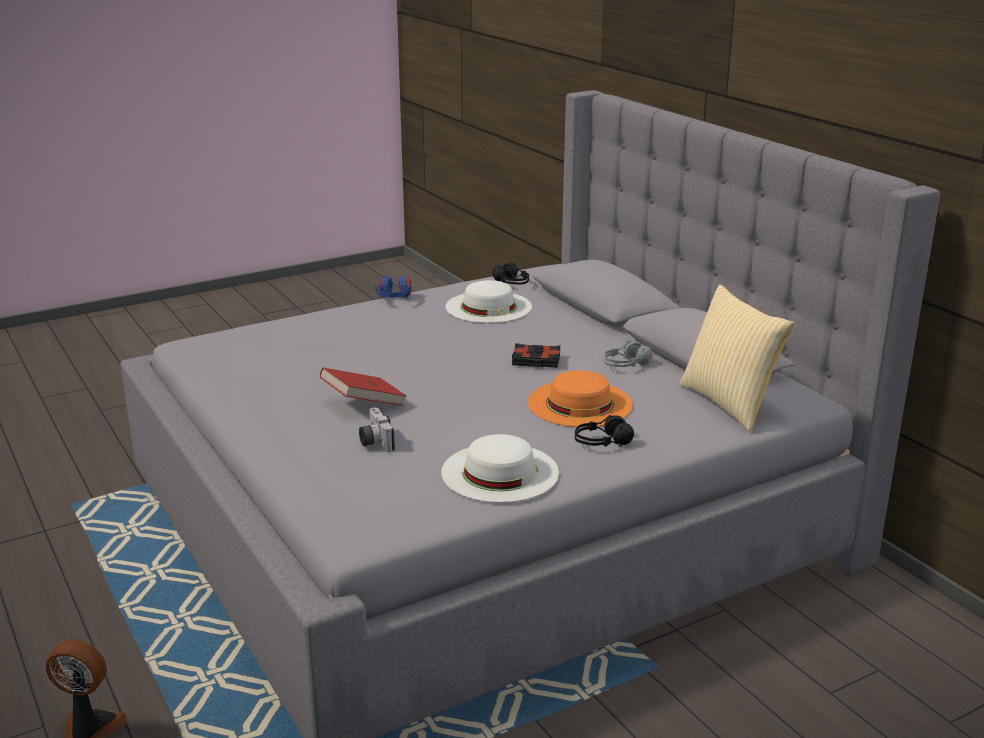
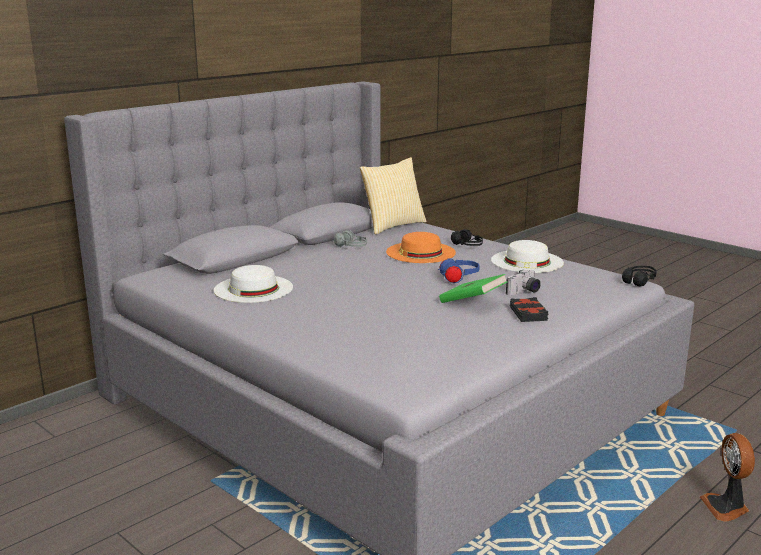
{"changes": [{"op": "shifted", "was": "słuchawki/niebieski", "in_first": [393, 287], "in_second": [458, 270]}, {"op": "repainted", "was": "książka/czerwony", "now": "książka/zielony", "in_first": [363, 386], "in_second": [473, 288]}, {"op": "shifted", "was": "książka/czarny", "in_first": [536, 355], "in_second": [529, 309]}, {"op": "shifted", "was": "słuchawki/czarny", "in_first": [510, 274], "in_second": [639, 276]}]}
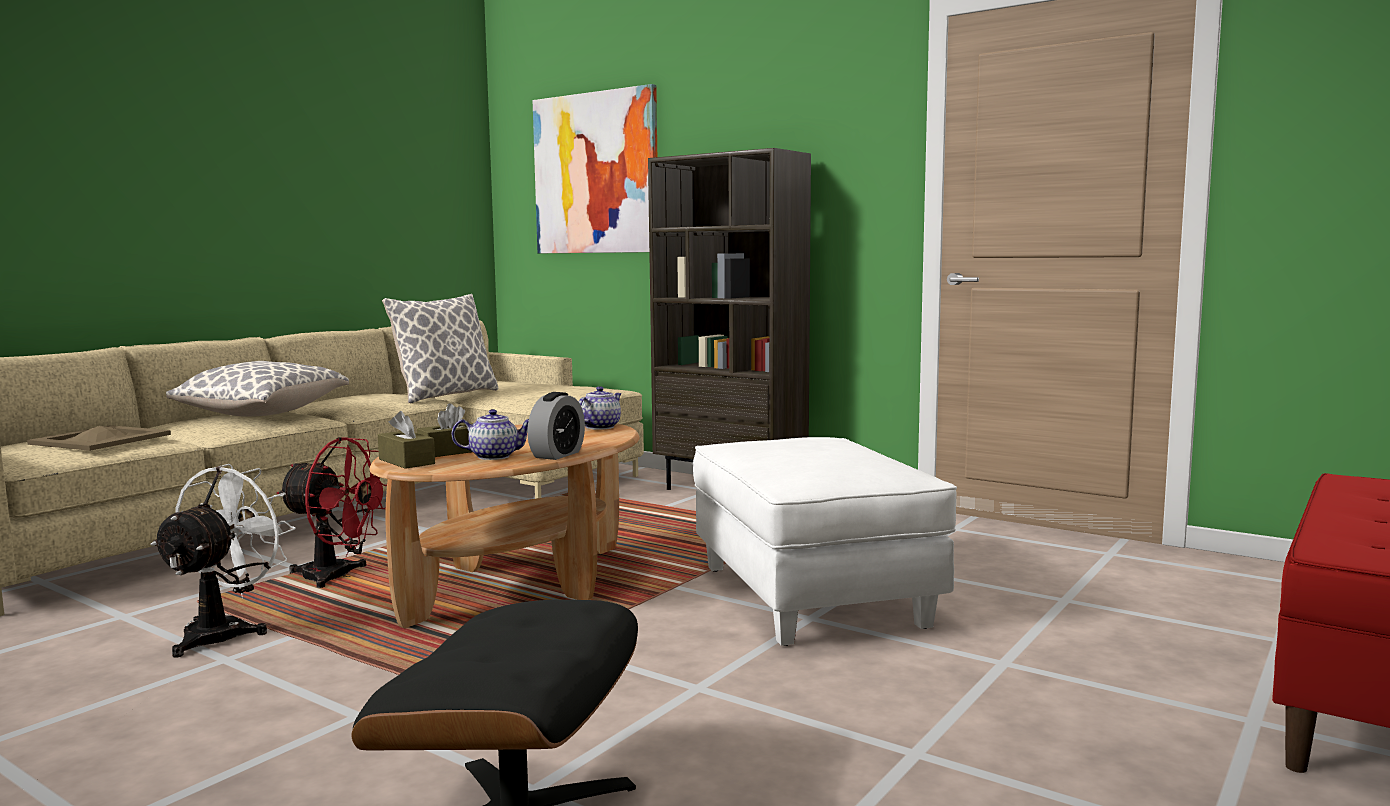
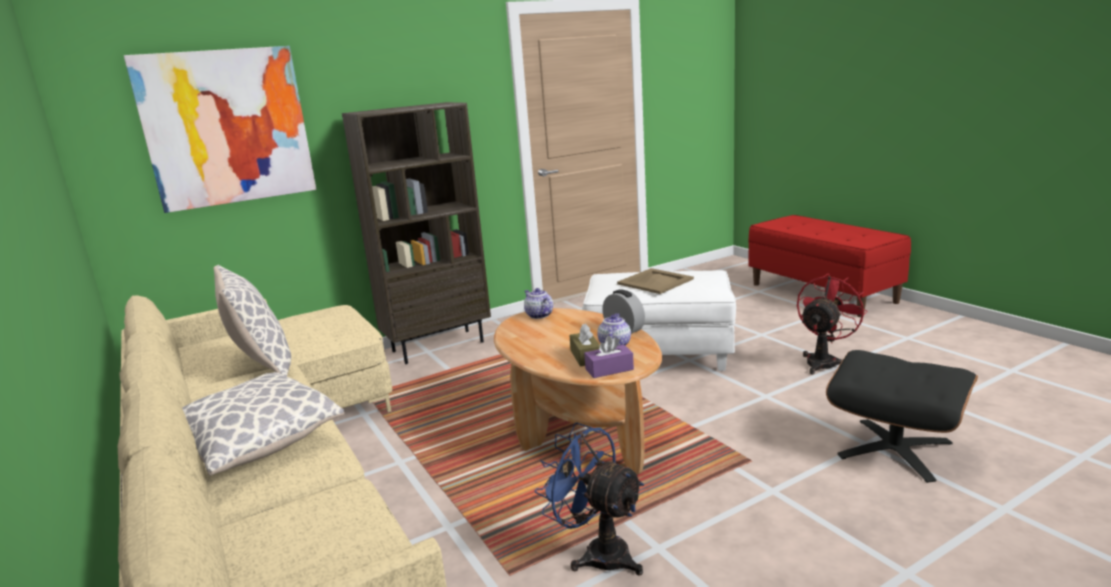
{"changes": [{"op": "repainted", "was": "wentylator/biały", "now": "wentylator/niebieski", "in_first": [223, 561], "in_second": [589, 499]}, {"op": "repainted", "was": "pudełko chusteczek/brązowy", "now": "pudełko chusteczek/fioletowy", "in_first": [406, 440], "in_second": [609, 357]}, {"op": "shifted", "was": "taca/beżowy", "in_first": [99, 438], "in_second": [655, 281]}, {"op": "shifted", "was": "wentylator/czerwony", "in_first": [332, 512], "in_second": [832, 324]}]}
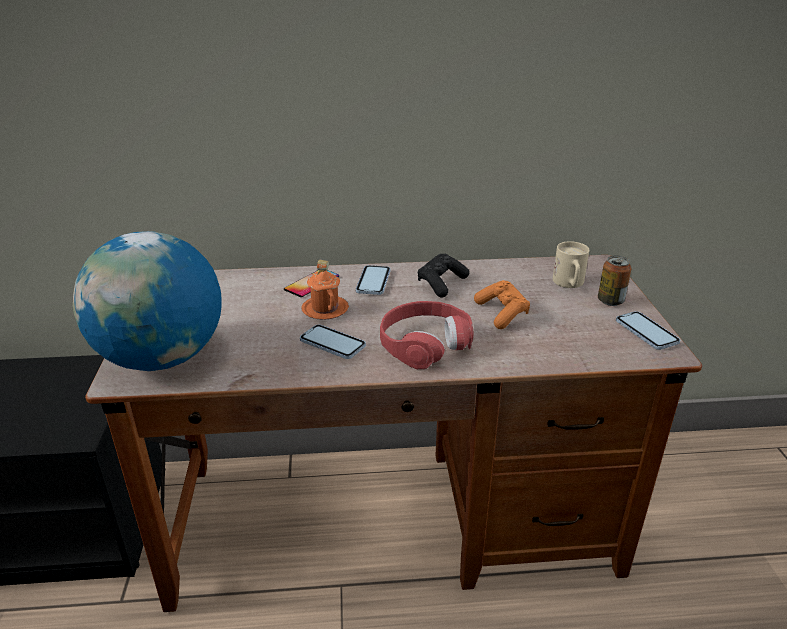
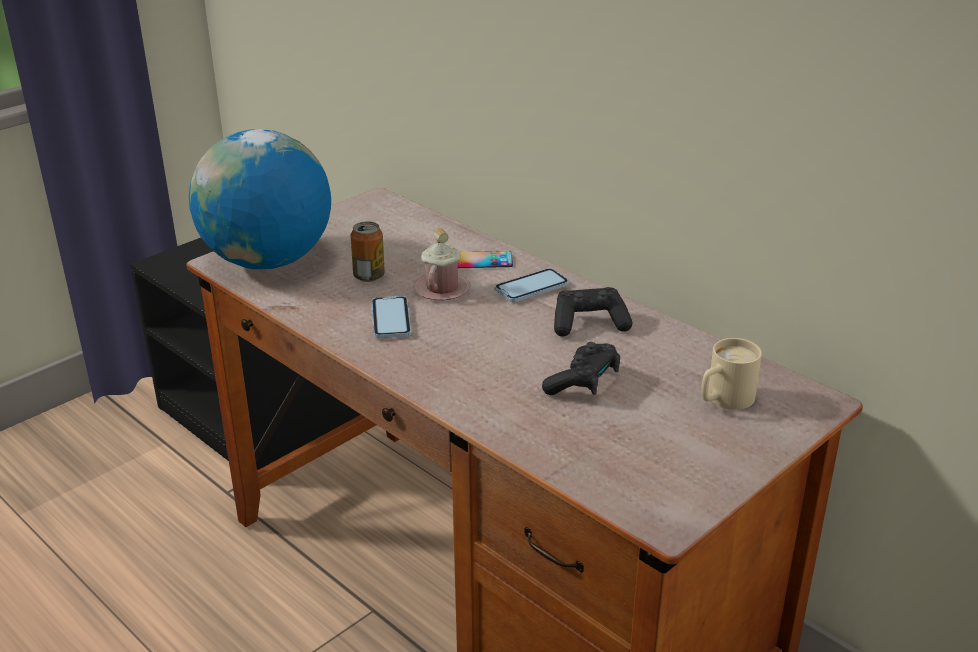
{"changes": [{"op": "shifted", "was": "puszka", "in_first": [615, 280], "in_second": [368, 251]}, {"op": "repainted", "was": "kubek/pomarańczowy", "now": "kubek/różowy", "in_first": [325, 290], "in_second": [442, 264]}, {"op": "repainted", "was": "pad do gier/pomarańczowy", "now": "pad do gier/czarny", "in_first": [502, 304], "in_second": [581, 368]}, {"op": "gone", "was": "słuchawki/czerwony", "in_first": [427, 335]}, {"op": "gone", "was": "telefon", "in_first": [648, 330]}]}
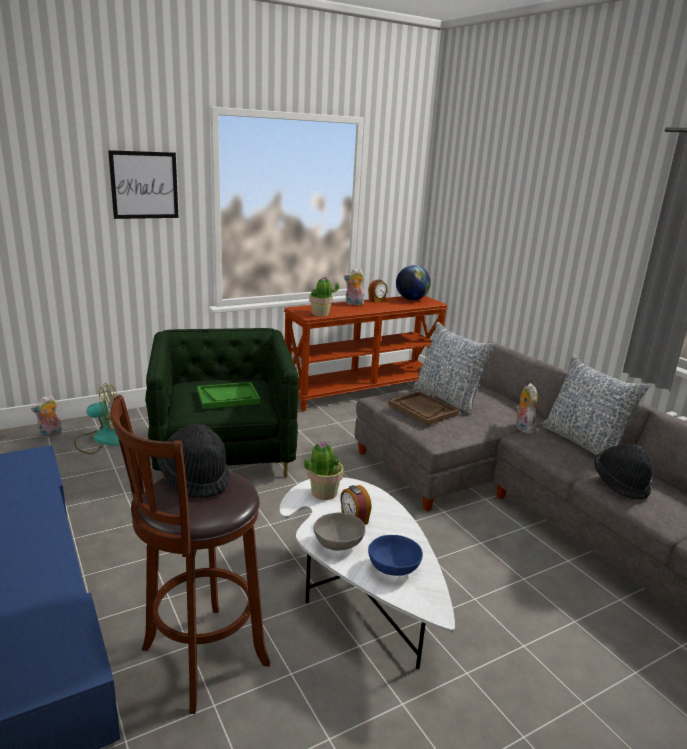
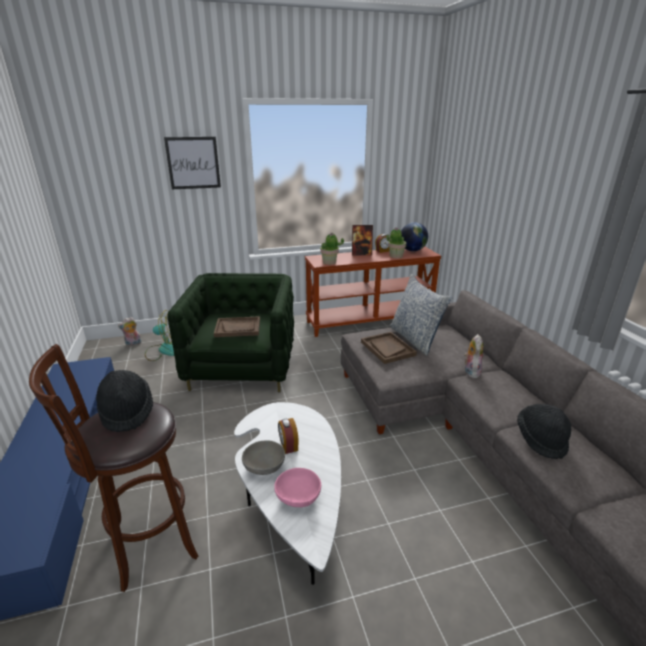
{"changes": [{"op": "repainted", "was": "taca/zielony", "now": "taca/brązowy", "in_first": [228, 395], "in_second": [237, 326]}, {"op": "repainted", "was": "miska/niebieski", "now": "miska/różowy", "in_first": [395, 555], "in_second": [297, 487]}, {"op": "swapped", "was": "pluszak", "now": "ramka na zdjęcie", "in_first": [354, 287], "in_second": [362, 240]}, {"op": "shifted", "was": "roślina doniczkowa", "in_first": [324, 470], "in_second": [396, 243]}, {"op": "gone", "was": "poduszka", "in_first": [595, 405]}]}
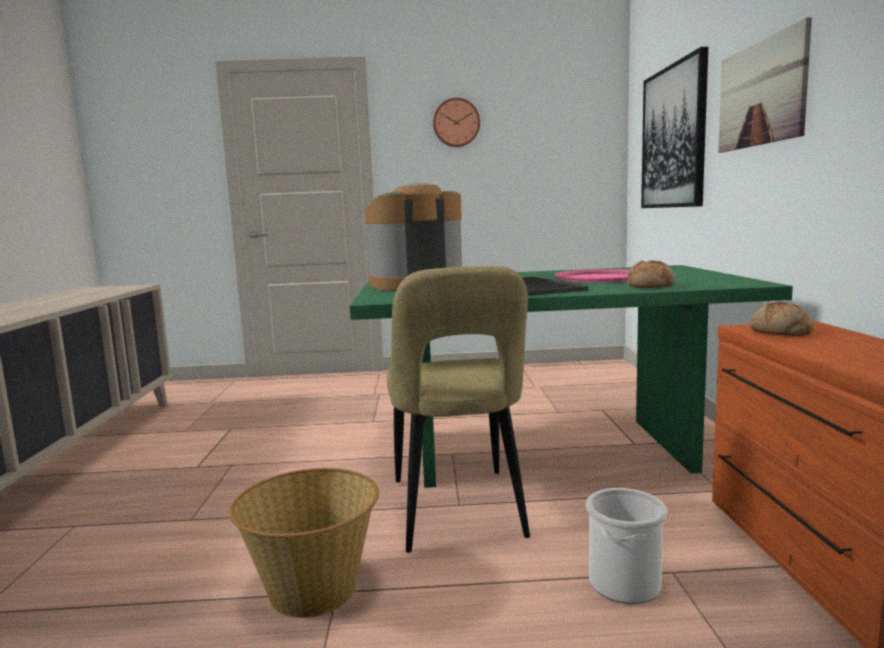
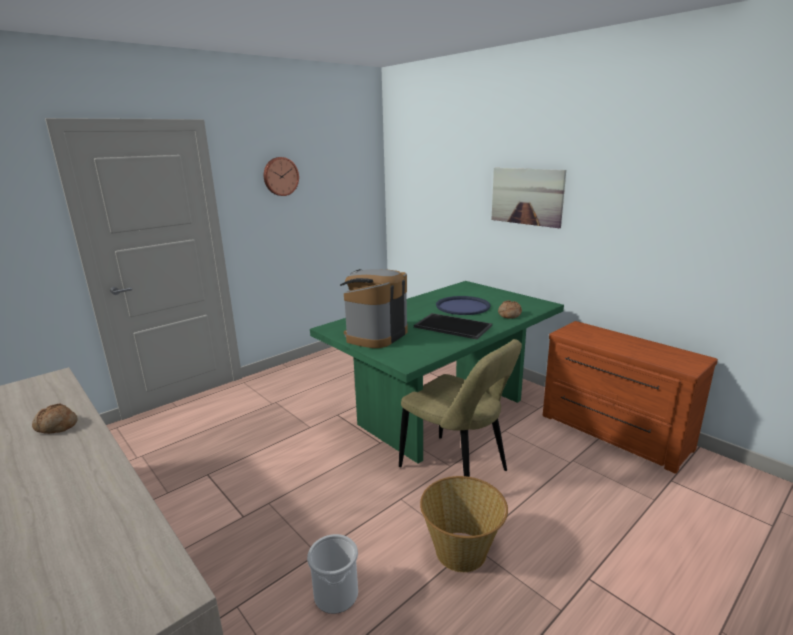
{"changes": [{"op": "shifted", "was": "chleb", "in_first": [781, 318], "in_second": [55, 419]}, {"op": "shifted", "was": "wiadro", "in_first": [626, 546], "in_second": [332, 574]}, {"op": "repainted", "was": "taca/różowy", "now": "taca/niebieski", "in_first": [592, 276], "in_second": [463, 305]}, {"op": "gone", "was": "obraz", "in_first": [674, 127]}]}
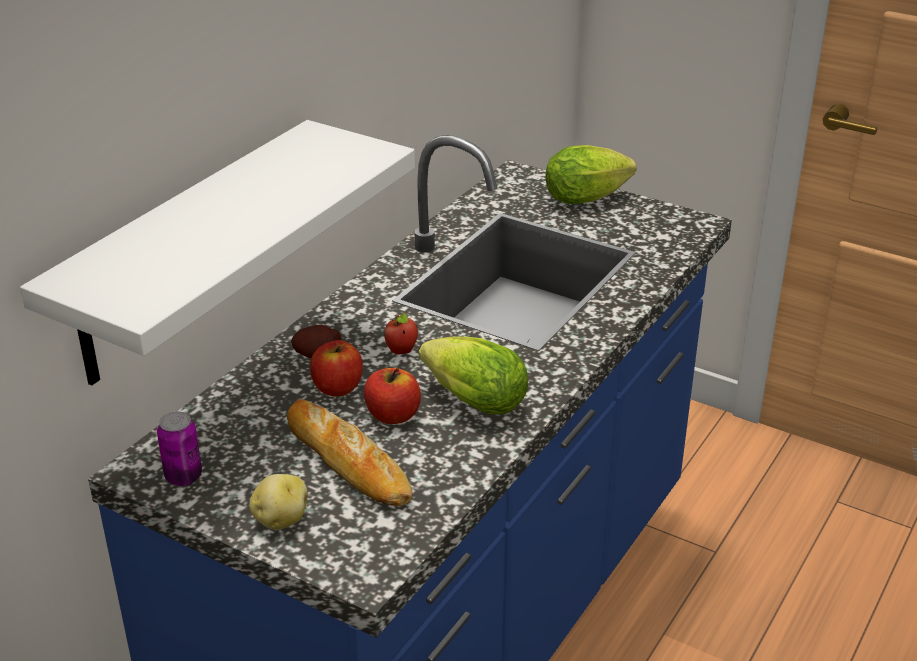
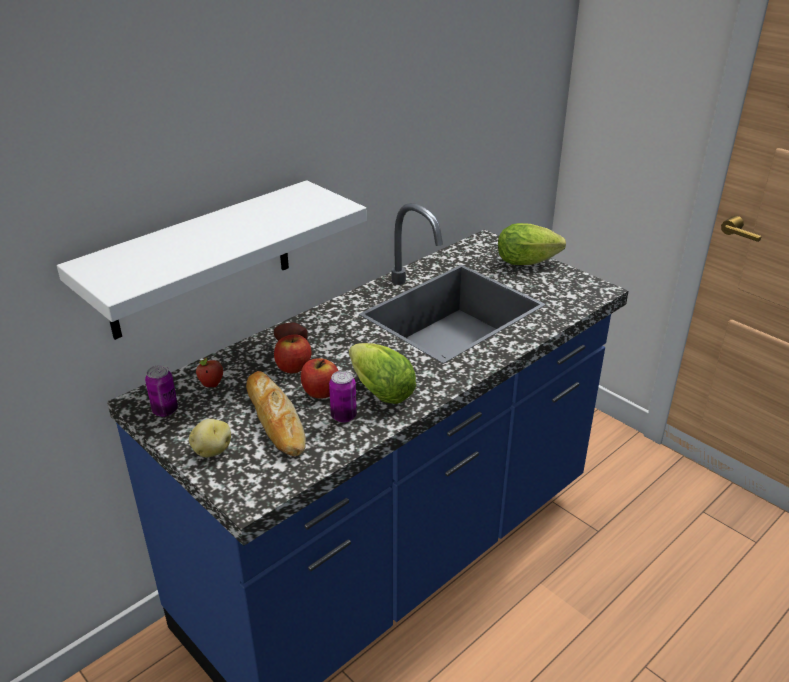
{"changes": [{"op": "shifted", "was": "jabłko", "in_first": [401, 333], "in_second": [209, 372]}, {"op": "new", "now": "puszka", "in_second": [343, 396]}]}
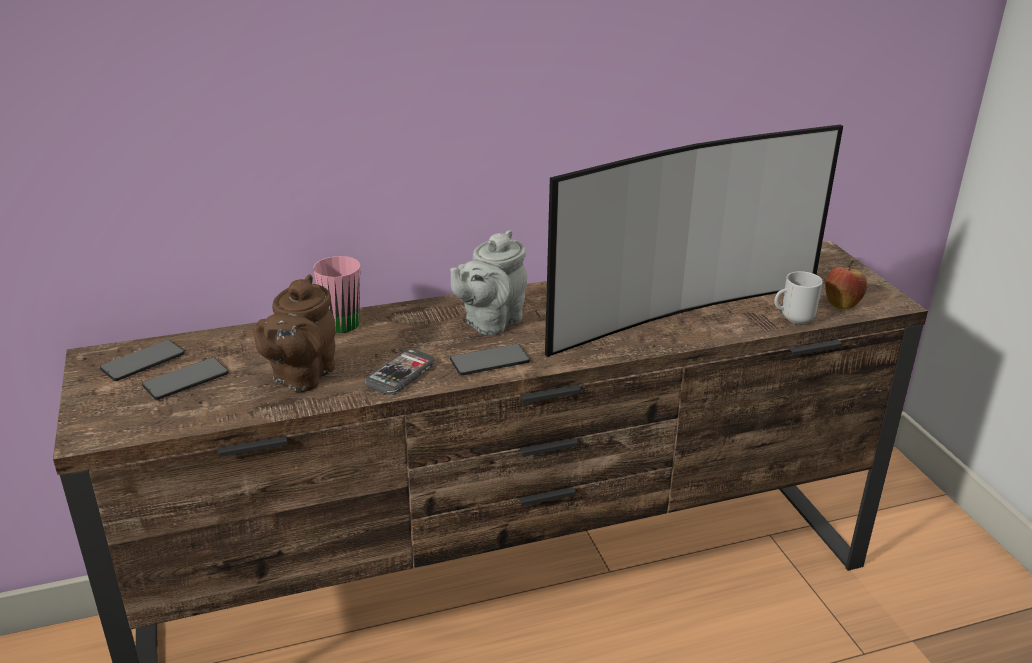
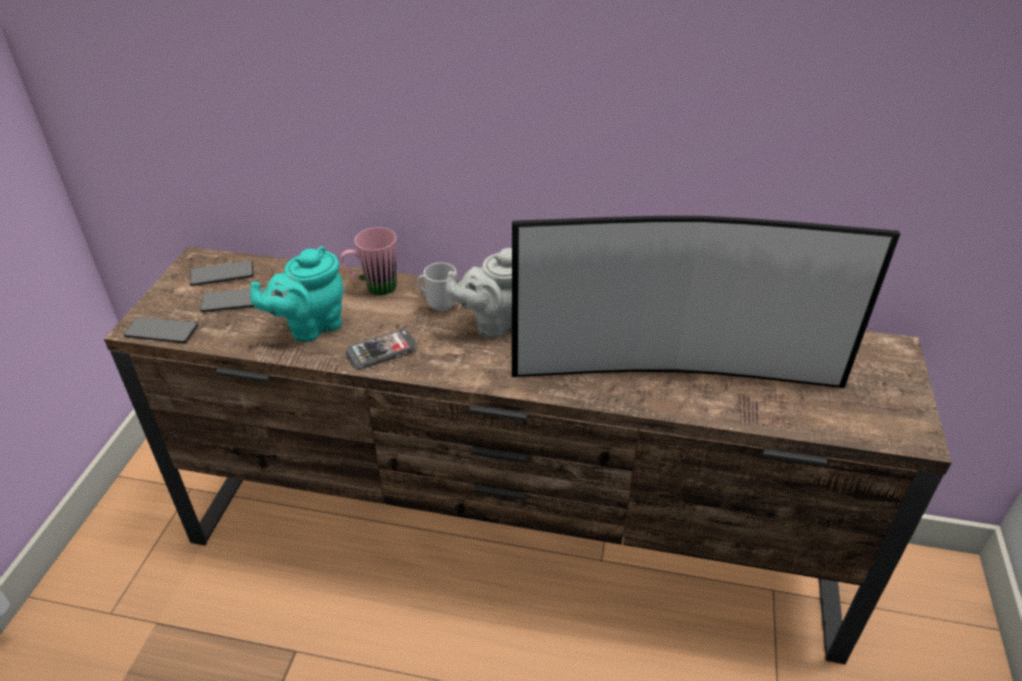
{"changes": [{"op": "shifted", "was": "telefon", "in_first": [490, 359], "in_second": [160, 330]}, {"op": "repainted", "was": "imbryk/brązowy", "now": "imbryk/turkusowy", "in_first": [294, 333], "in_second": [296, 294]}, {"op": "shifted", "was": "kubek", "in_first": [798, 297], "in_second": [437, 287]}, {"op": "gone", "was": "jabłko", "in_first": [846, 285]}]}
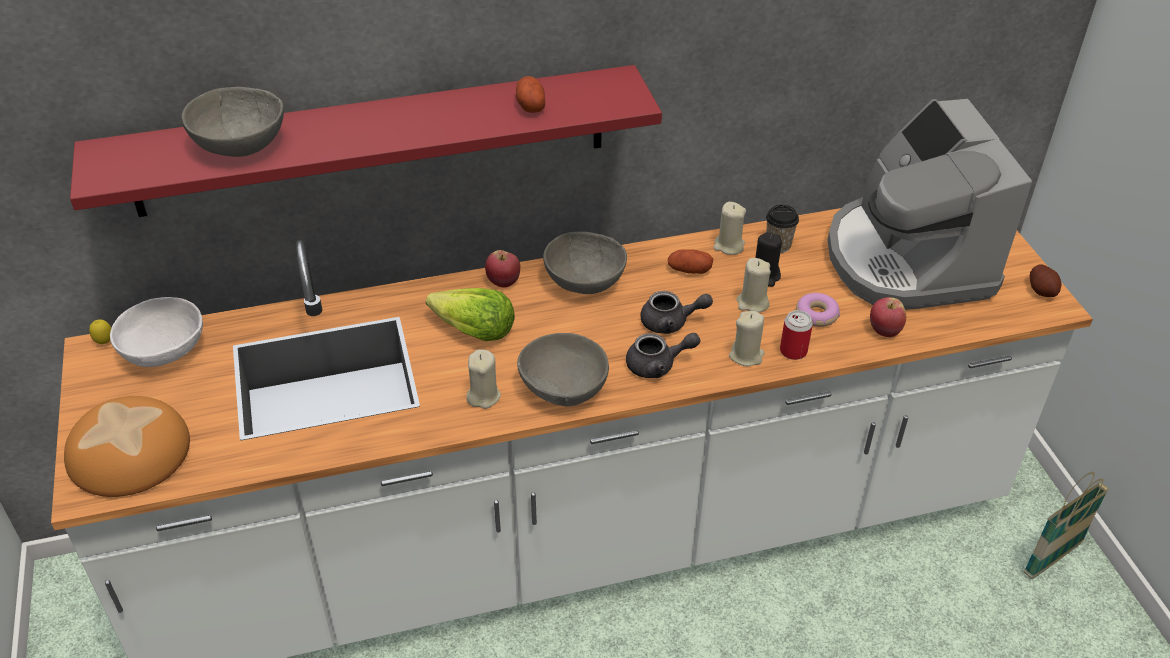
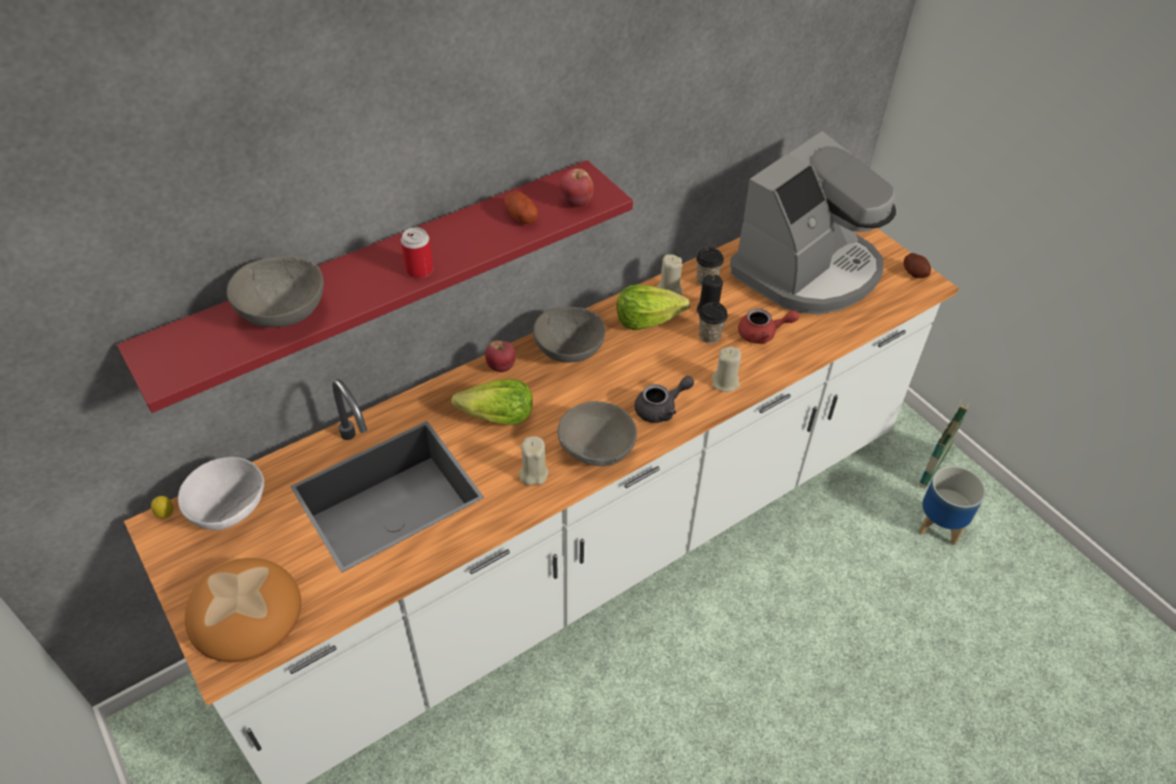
{"changes": [{"op": "shifted", "was": "puszka", "in_first": [796, 335], "in_second": [417, 252]}, {"op": "shifted", "was": "jabłko", "in_first": [888, 317], "in_second": [576, 188]}, {"op": "swapped", "was": "ziemniak", "now": "sałata", "in_first": [690, 261], "in_second": [653, 307]}, {"op": "swapped", "was": "świeca/beżowy", "now": "filiżanka", "in_first": [754, 285], "in_second": [713, 323]}, {"op": "rotated", "was": "ekspres do kawy", "in_first": [929, 204], "in_second": [813, 223], "clockwise": -105}, {"op": "swapped", "was": "donut", "now": "imbryk/czerwony", "in_first": [818, 310], "in_second": [768, 326]}, {"op": "new", "now": "donica", "in_second": [951, 505]}, {"op": "gone", "was": "imbryk/szary", "in_first": [676, 312]}]}
